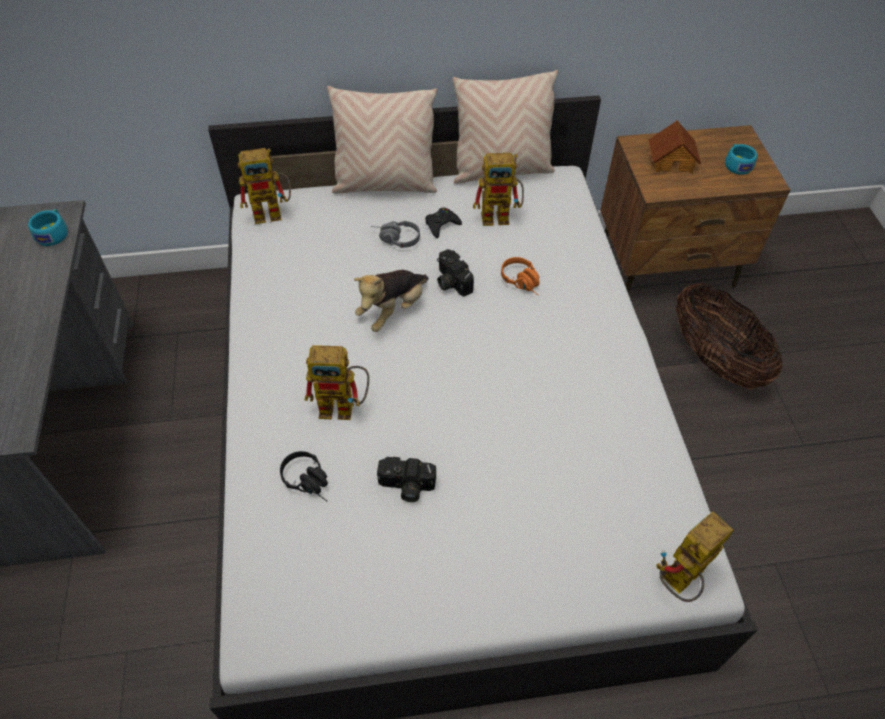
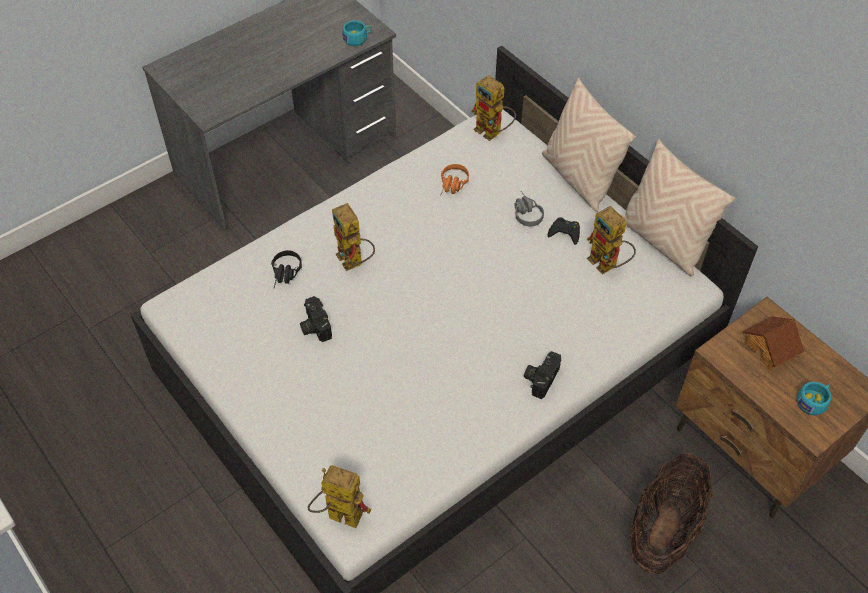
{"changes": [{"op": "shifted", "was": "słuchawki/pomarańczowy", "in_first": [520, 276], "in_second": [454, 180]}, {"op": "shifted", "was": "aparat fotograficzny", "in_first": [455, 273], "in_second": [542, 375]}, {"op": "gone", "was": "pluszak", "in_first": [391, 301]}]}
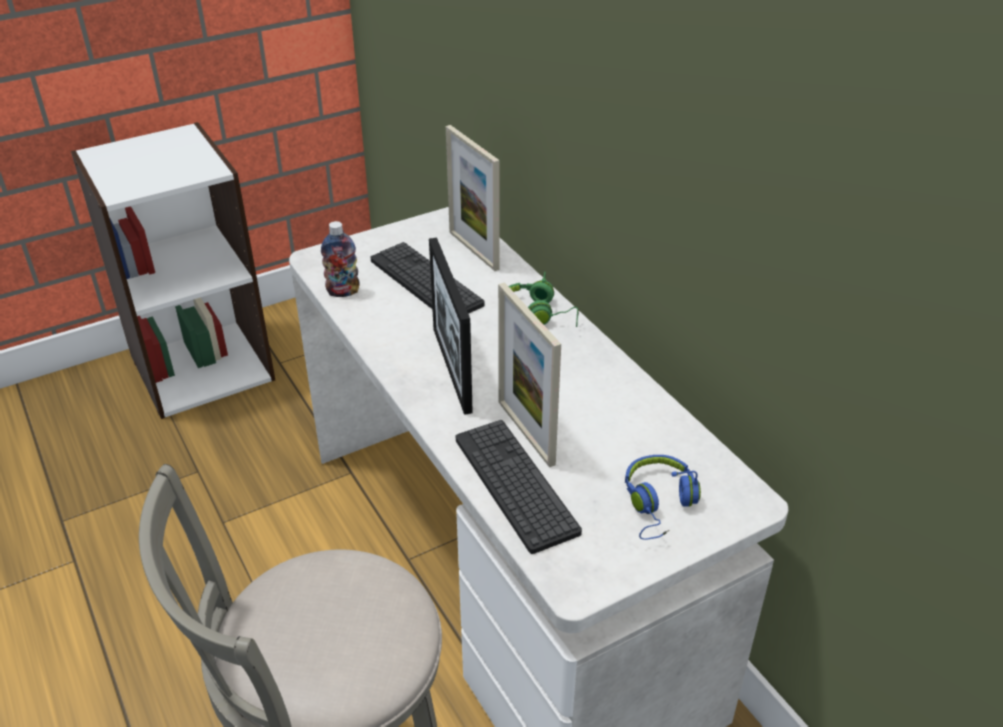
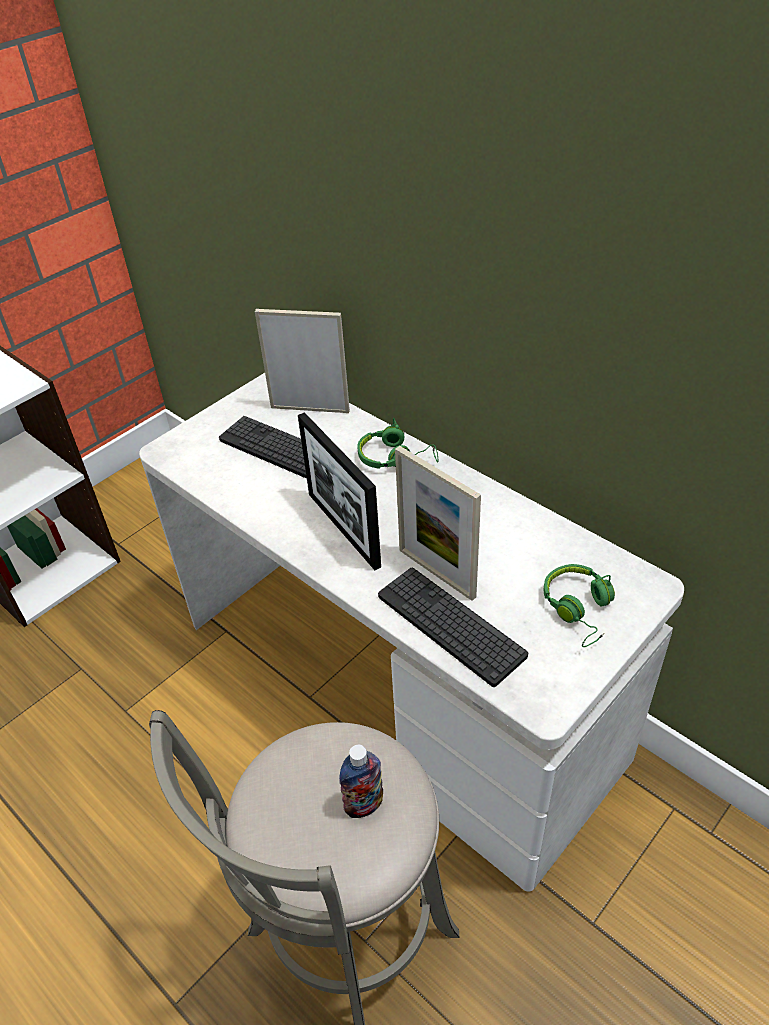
{"changes": [{"op": "rotated", "was": "ramka na zdjęcie", "in_first": [473, 198], "in_second": [302, 361], "clockwise": 150}, {"op": "shifted", "was": "butelka", "in_first": [340, 259], "in_second": [361, 781]}, {"op": "repainted", "was": "słuchawki/niebieski", "now": "słuchawki/zielony", "in_first": [663, 497], "in_second": [579, 605]}]}
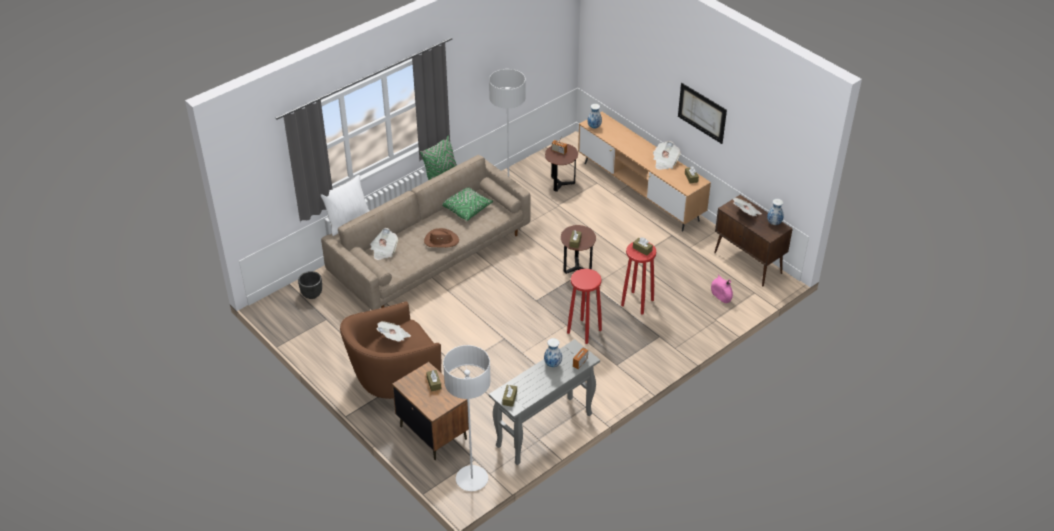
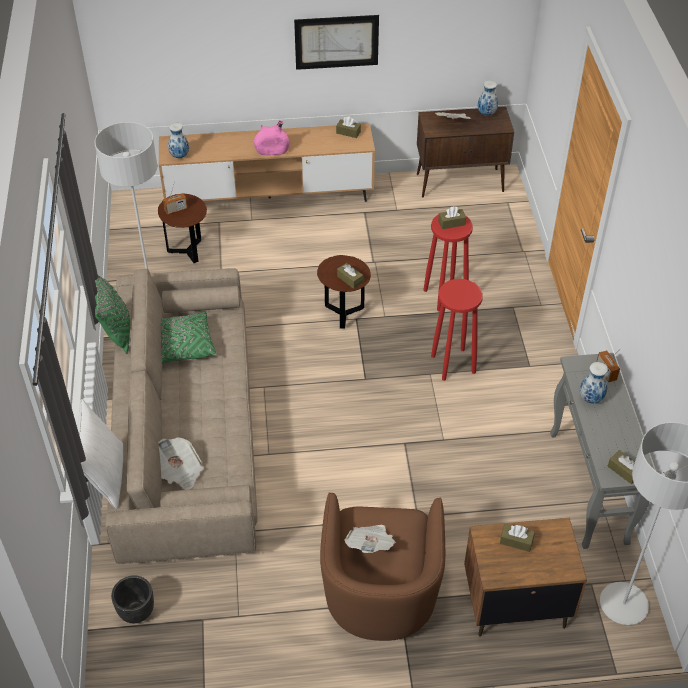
{"changes": [{"op": "shifted", "was": "wazon/różowy", "in_first": [722, 288], "in_second": [272, 137]}, {"op": "gone", "was": "kapelusz/brązowy", "in_first": [441, 238]}, {"op": "gone", "was": "gazeta", "in_first": [667, 155]}]}
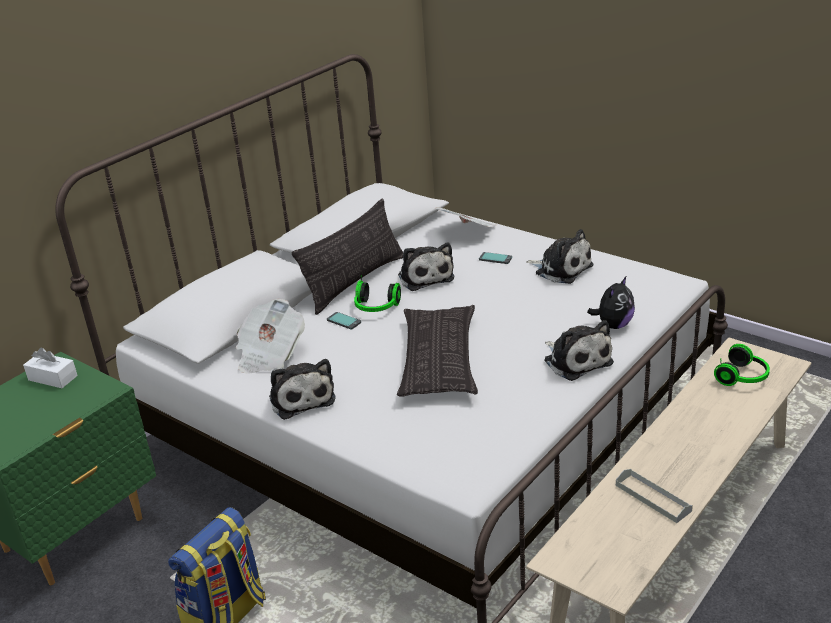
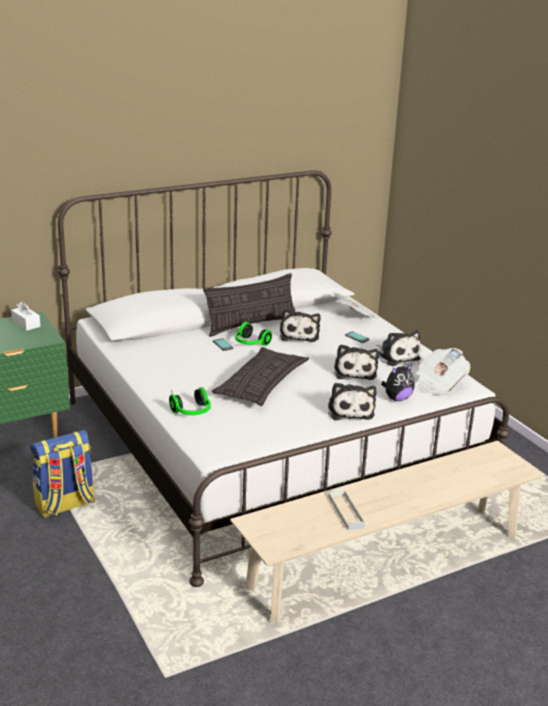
{"changes": [{"op": "shifted", "was": "słuchawki", "in_first": [742, 365], "in_second": [190, 401]}, {"op": "shifted", "was": "pluszak", "in_first": [302, 389], "in_second": [356, 362]}, {"op": "shifted", "was": "gazeta", "in_first": [270, 336], "in_second": [442, 372]}]}
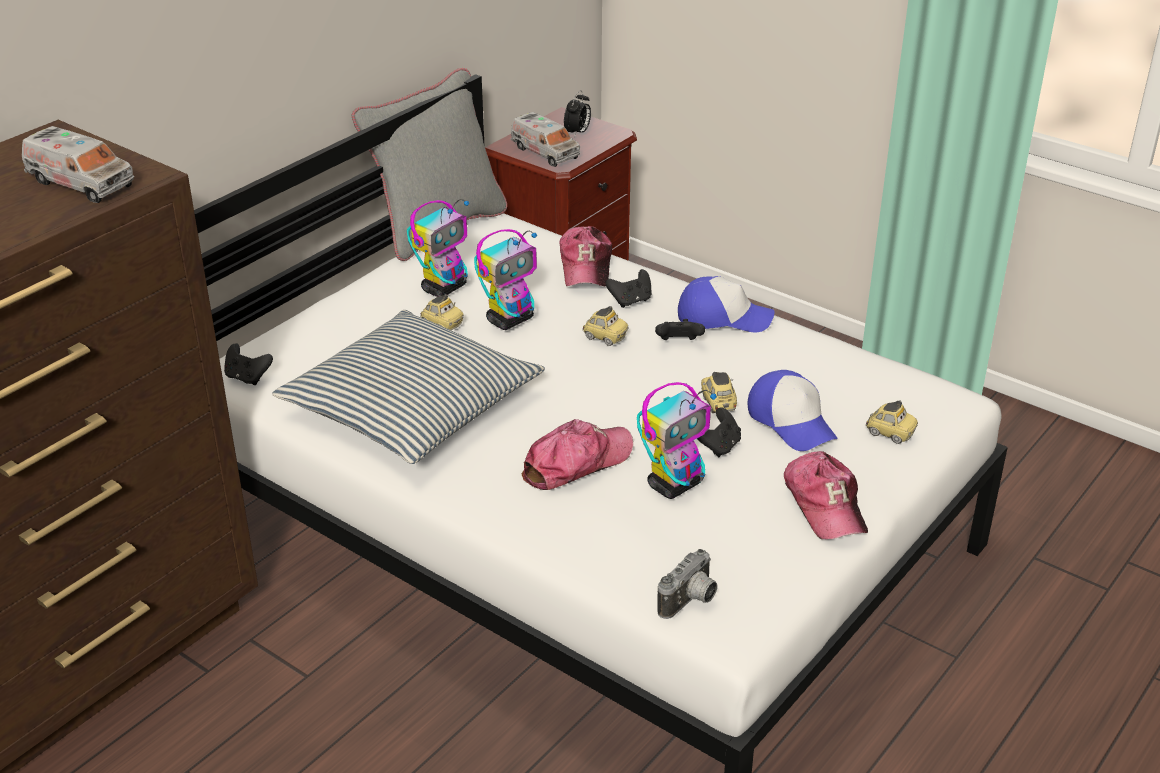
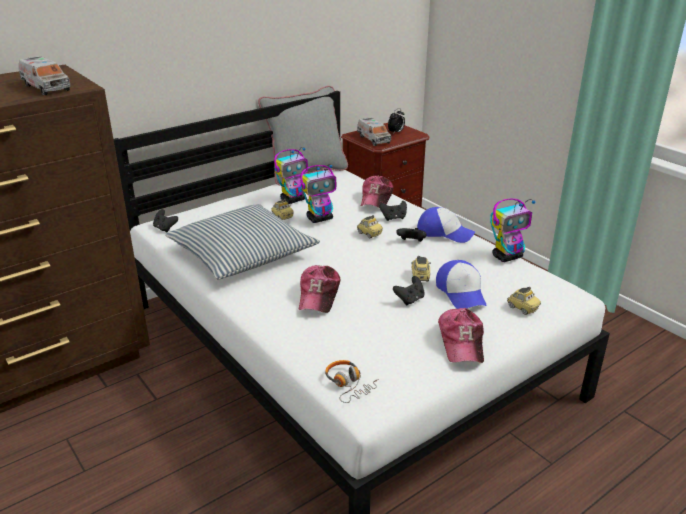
{"changes": [{"op": "rotated", "was": "czapka z daszkiem", "in_first": [577, 454], "in_second": [319, 289], "clockwise": 120}, {"op": "swapped", "was": "aparat fotograficzny", "now": "słuchawki", "in_first": [687, 584], "in_second": [352, 381]}, {"op": "shifted", "was": "robot zabawkowy", "in_first": [677, 440], "in_second": [513, 230]}]}
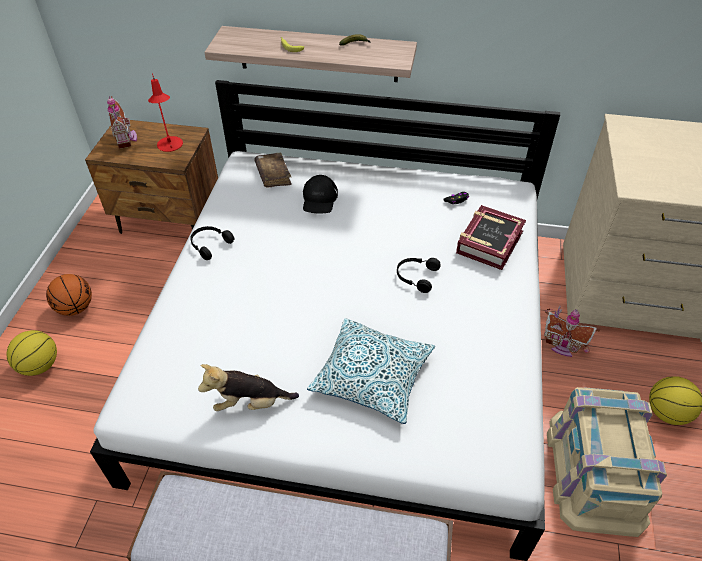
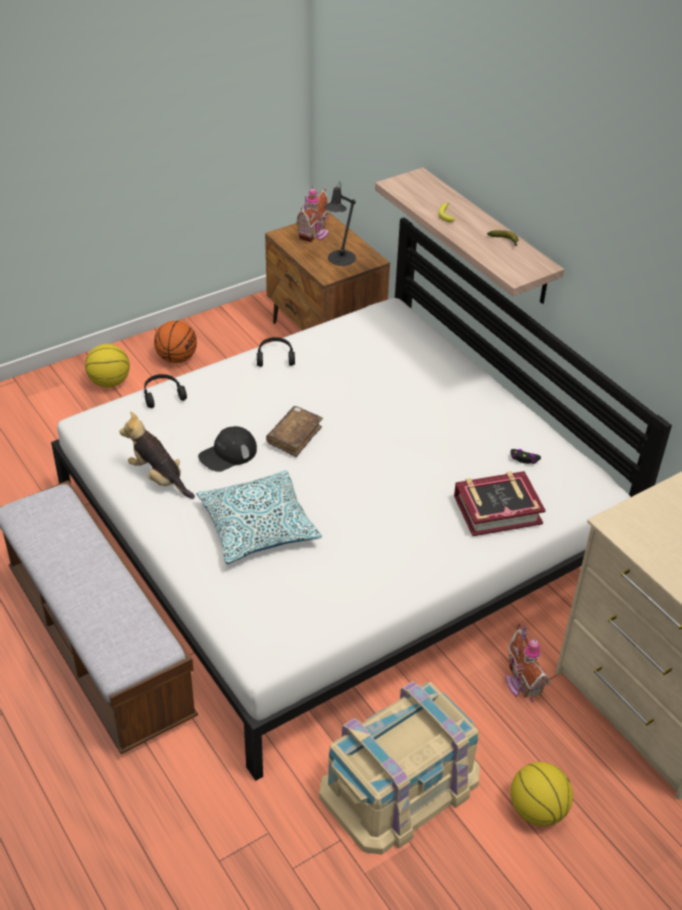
{"changes": [{"op": "shifted", "was": "słuchawki/czarny", "in_first": [419, 275], "in_second": [165, 391]}, {"op": "shifted", "was": "czapka z daszkiem/czarny", "in_first": [320, 194], "in_second": [227, 449]}, {"op": "shifted", "was": "książka/brązowy", "in_first": [273, 170], "in_second": [294, 431]}, {"op": "repainted", "was": "lampa stołowa/czerwony", "now": "lampa stołowa/czarny", "in_first": [165, 112], "in_second": [340, 223]}]}
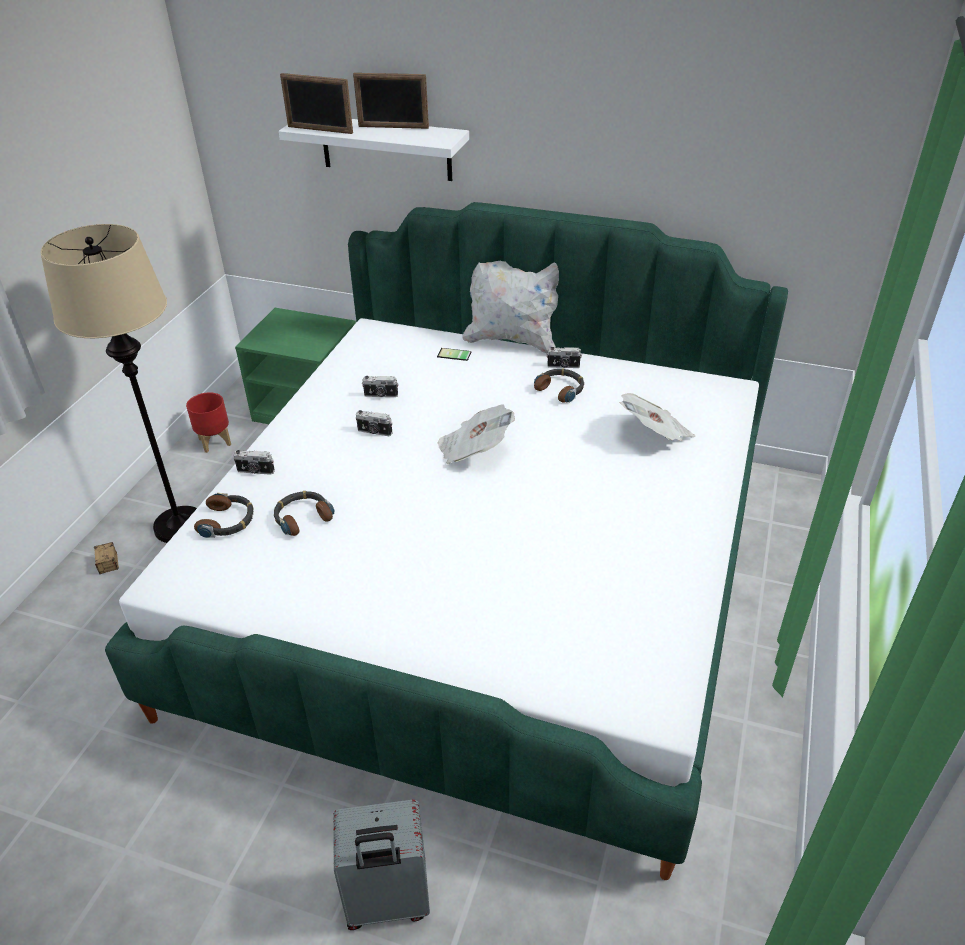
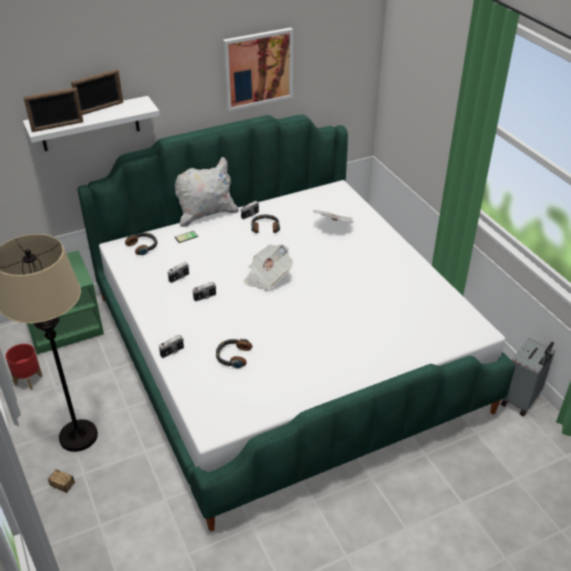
{"changes": [{"op": "shifted", "was": "słuchawki", "in_first": [223, 515], "in_second": [141, 244]}, {"op": "new", "now": "obraz", "in_second": [258, 69]}, {"op": "shifted", "was": "walizka/szary", "in_first": [381, 865], "in_second": [528, 377]}]}
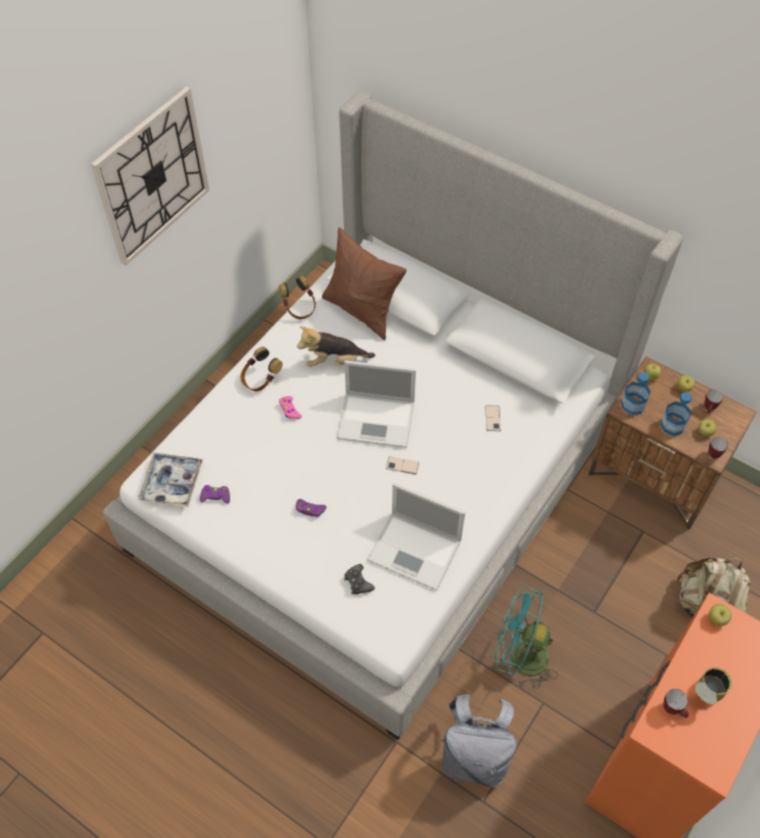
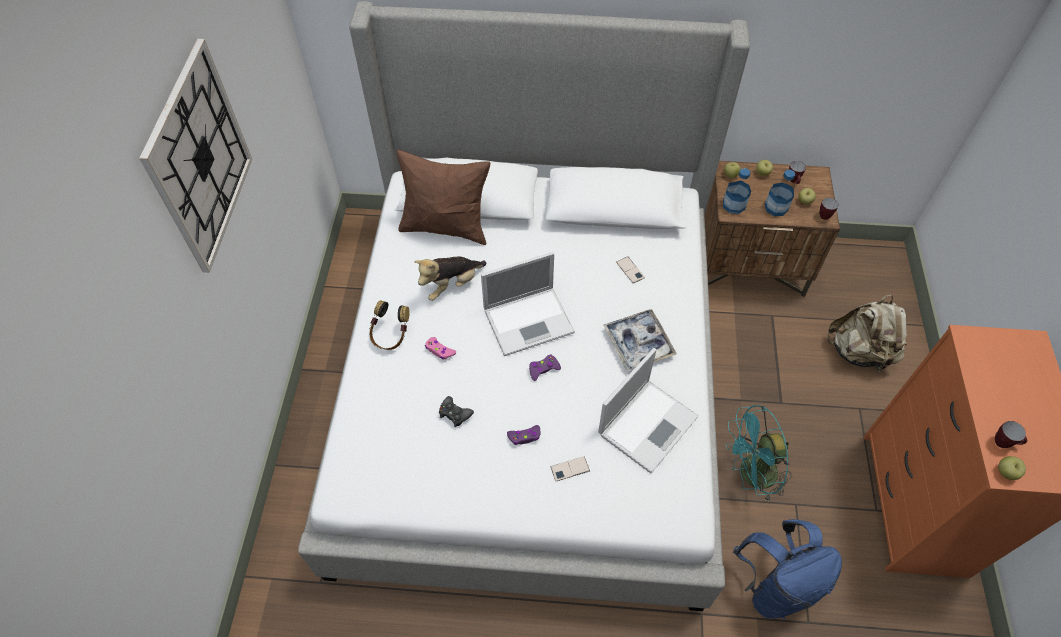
{"changes": [{"op": "shifted", "was": "pad do gier/czarny", "in_first": [359, 579], "in_second": [456, 411]}, {"op": "shifted", "was": "pad do gier/fioletowy", "in_first": [215, 494], "in_second": [545, 367]}, {"op": "shifted", "was": "telefon", "in_first": [402, 466], "in_second": [570, 468]}, {"op": "rotated", "was": "laptop", "in_first": [416, 536], "in_second": [648, 410], "clockwise": -45}, {"op": "shifted", "was": "taca", "in_first": [170, 480], "in_second": [640, 340]}, {"op": "repainted", "was": "plecak/szary", "now": "plecak/niebieski", "in_first": [478, 740], "in_second": [787, 569]}, {"op": "shifted", "was": "jabłko", "in_first": [720, 615], "in_second": [1012, 468]}, {"op": "gone", "was": "słuchawki", "in_first": [297, 297]}, {"op": "gone", "was": "puszka", "in_first": [713, 686]}]}
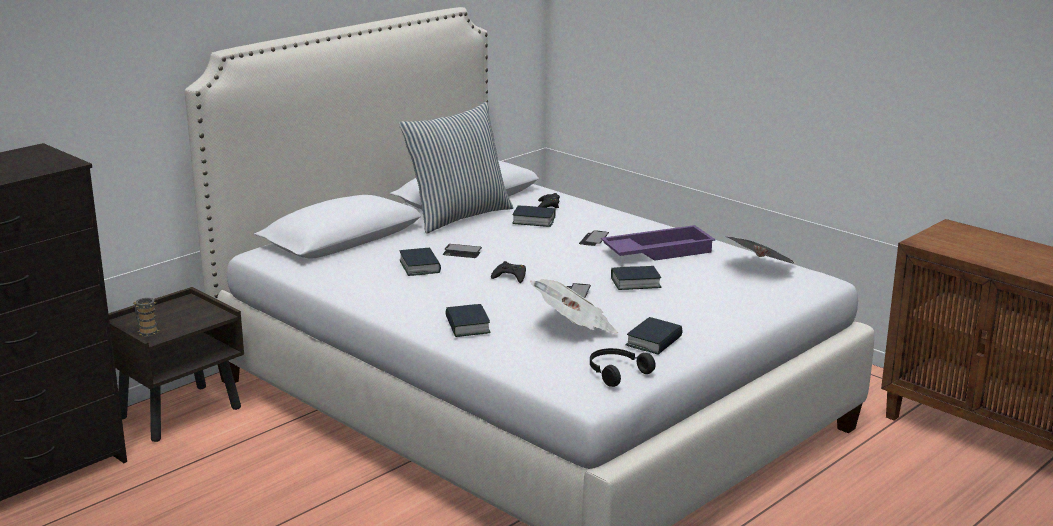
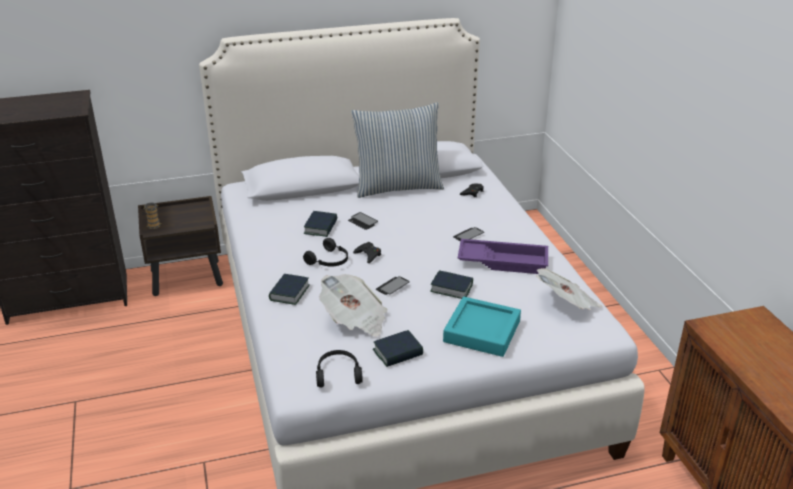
{"changes": [{"op": "new", "now": "słuchawki/czarny", "in_second": [325, 252]}, {"op": "new", "now": "taca/turkusowy", "in_second": [482, 327]}, {"op": "gone", "was": "książka", "in_first": [534, 216]}]}
